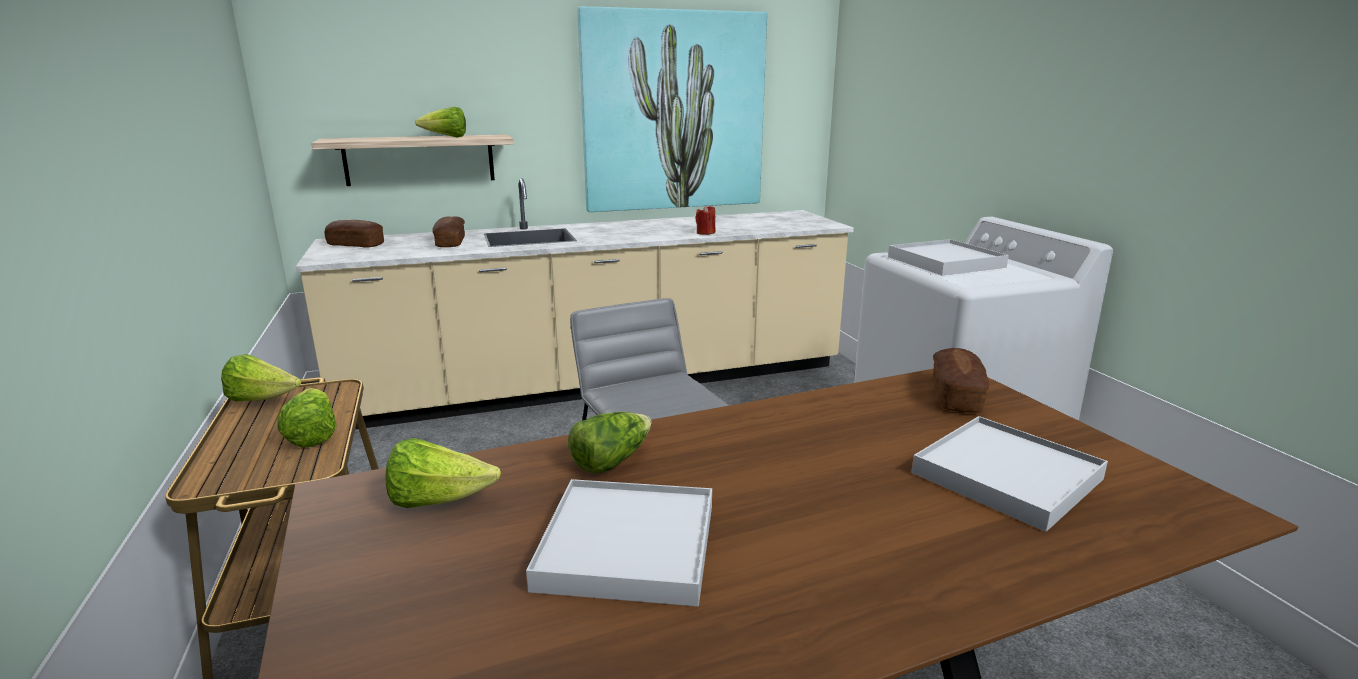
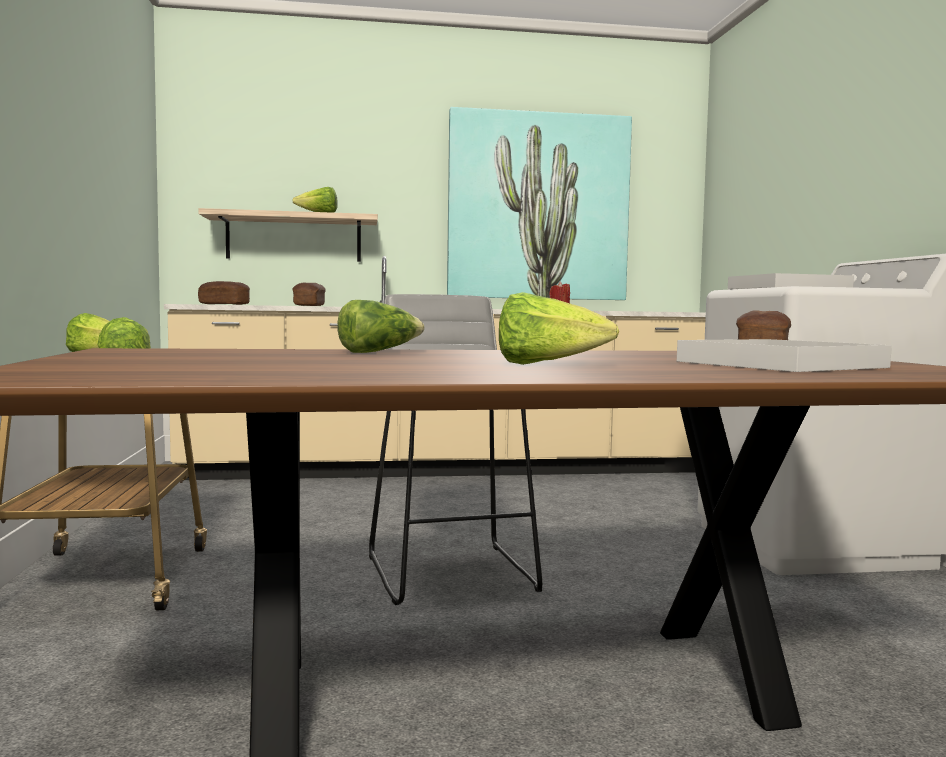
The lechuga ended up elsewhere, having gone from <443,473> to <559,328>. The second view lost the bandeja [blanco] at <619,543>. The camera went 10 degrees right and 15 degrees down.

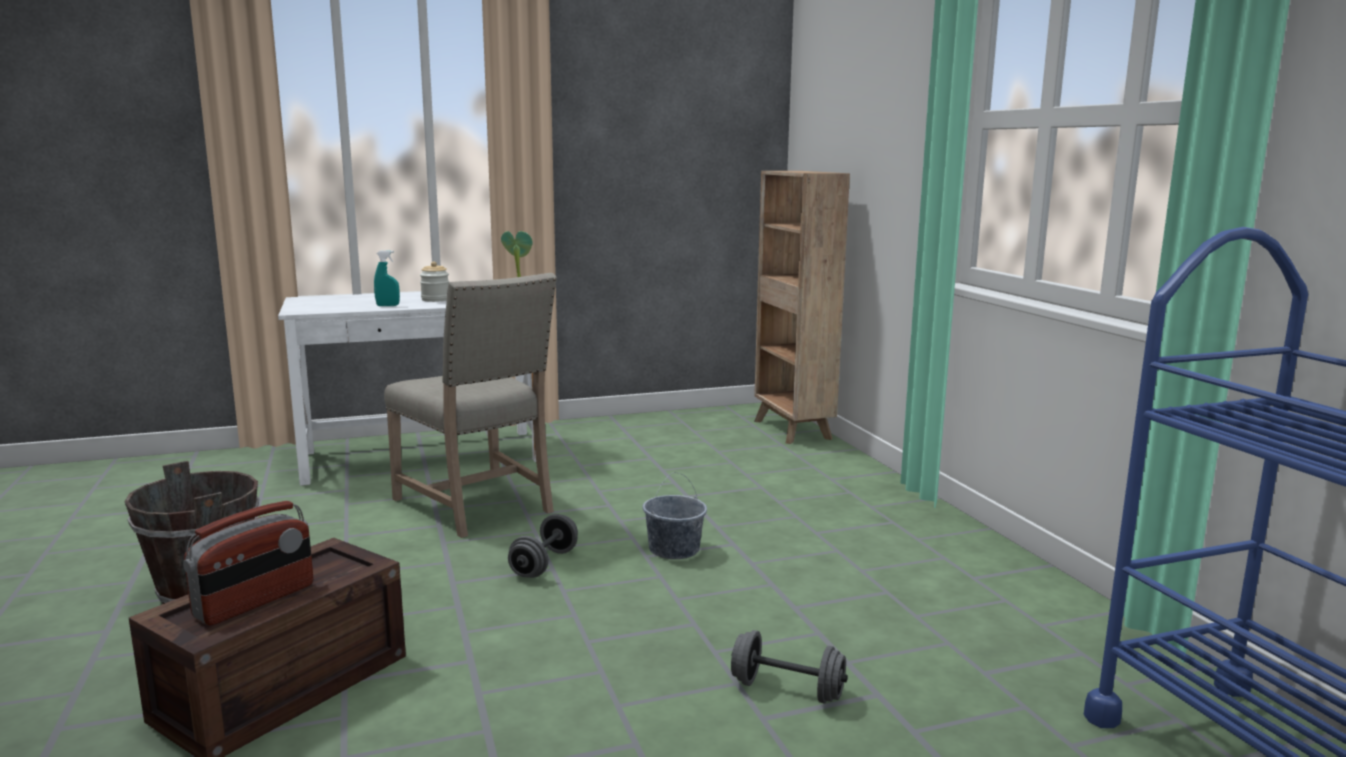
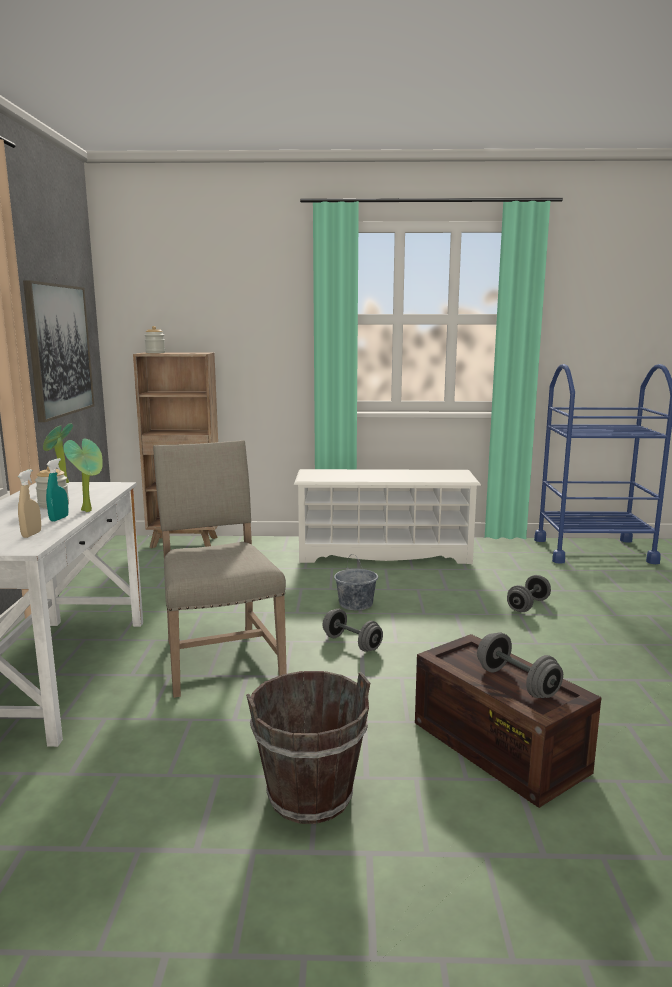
The silla [beis] at <470,405> ended up facing another way, 90 degrees counterclockwise from before. Where the radio stood at <248,563>, the mancuerna [gris] came to stand at <520,665>. The second view gained the cuadro at <59,351>. The second view gained the tarro at <155,339>. The second view gained the planta en maceta at <83,475>. The second view gained the pulverizador [beis] at <29,503>. The second view gained the zapatero [blanco] at <387,516>. The camera went 70 degrees left and 0 degrees up.

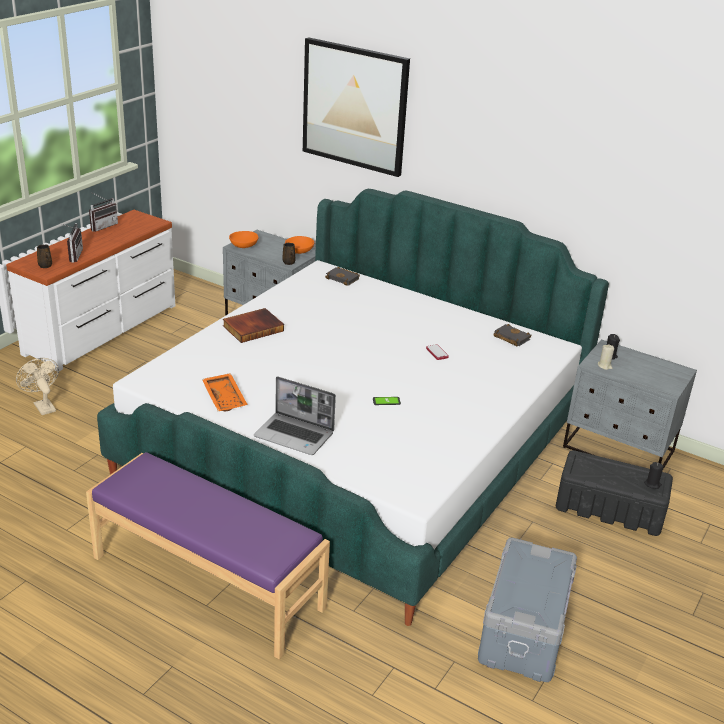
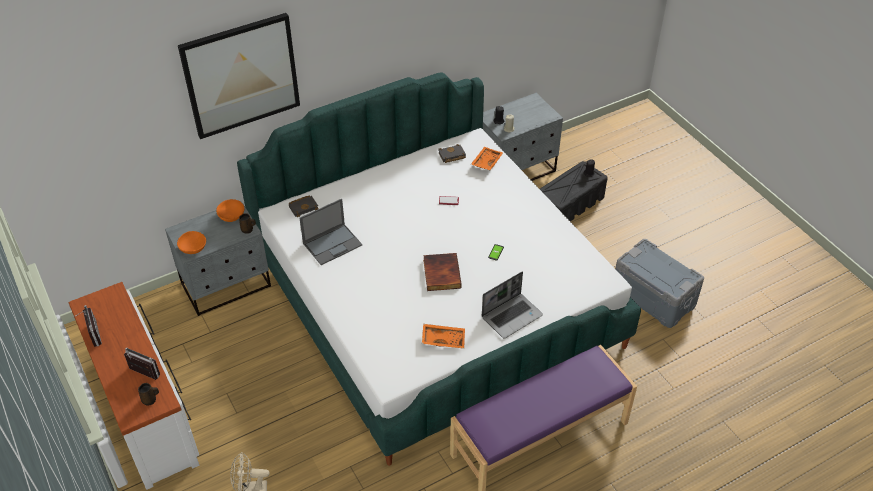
The libro ended up elsewhere, having gone from <253,325> to <442,272>. The second view gained the bandeja [naranja] at <487,158>. The second view gained the portátil at <331,231>. The camera went 60 degrees left and 15 degrees up.

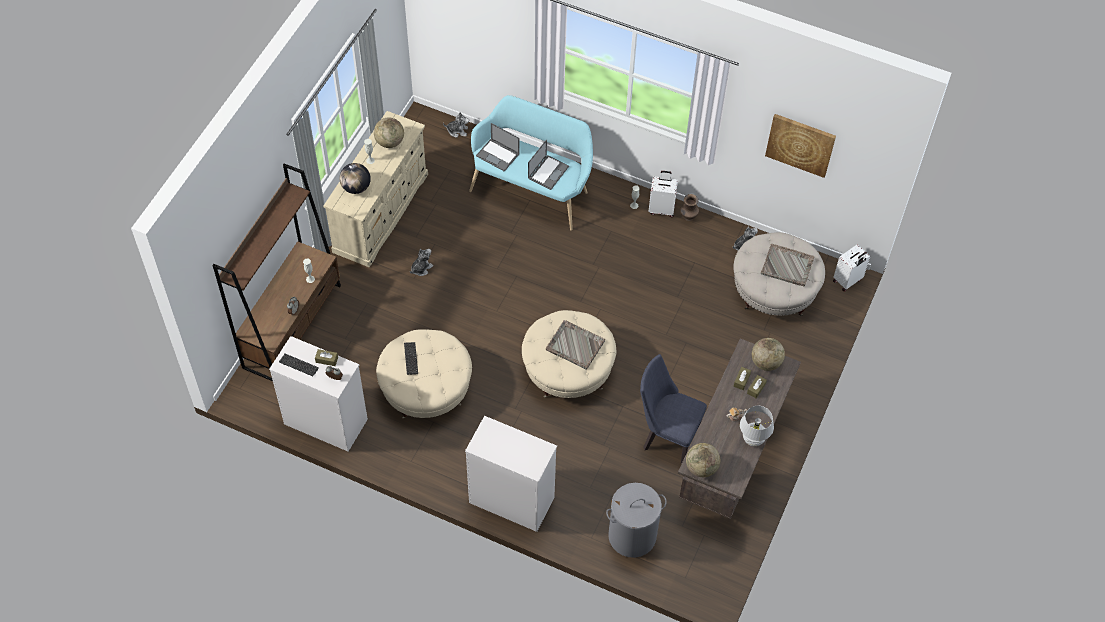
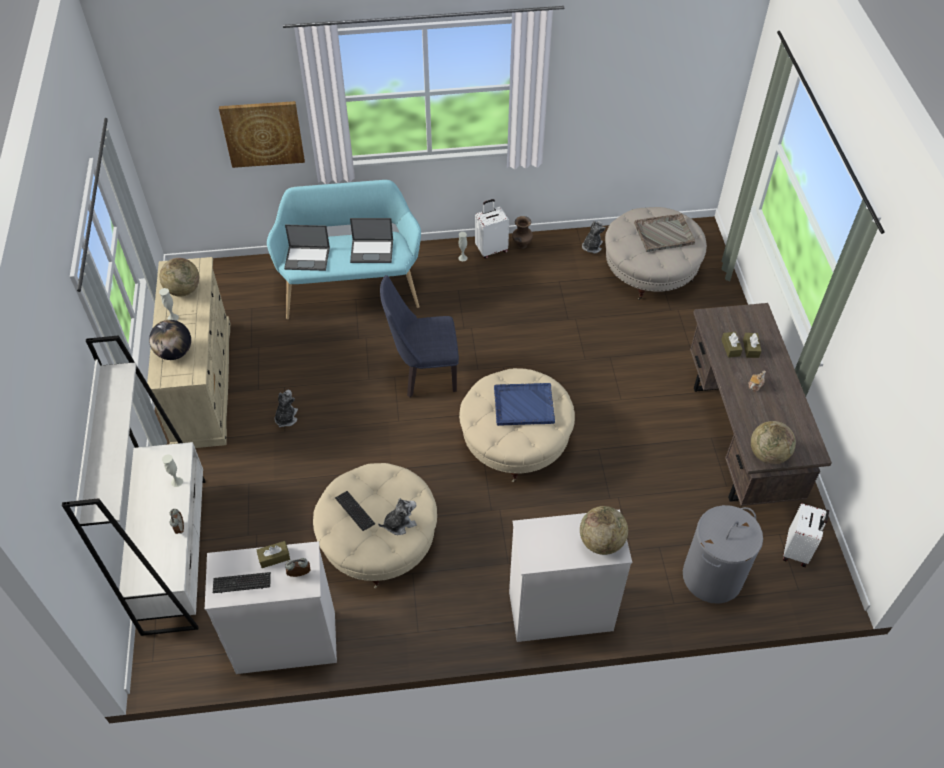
The peluche ended up elsewhere, having gone from <456,125> to <397,516>. The cuadro ended up elsewhere, having gone from <800,146> to <262,134>. The portátil at <548,164> ended up facing another way, 90 degrees clockwise from before. What was the estantería [marrón] at <277,272> turned into the estantería [blanco] at <134,485>. The maleta [blanco] ended up elsewhere, having gone from <852,268> to <806,535>. What was the bandeja [gris] at <575,345> turned into the bandeja [azul] at <524,404>. The globo terráqueo ended up elsewhere, having gone from <768,354> to <604,530>. The silla [azul] ended up elsewhere, having gone from <673,409> to <419,336>. The second view lost the lámpara de mesa [blanco] at <757,425>. The camera went 30 degrees left and 5 degrees down.

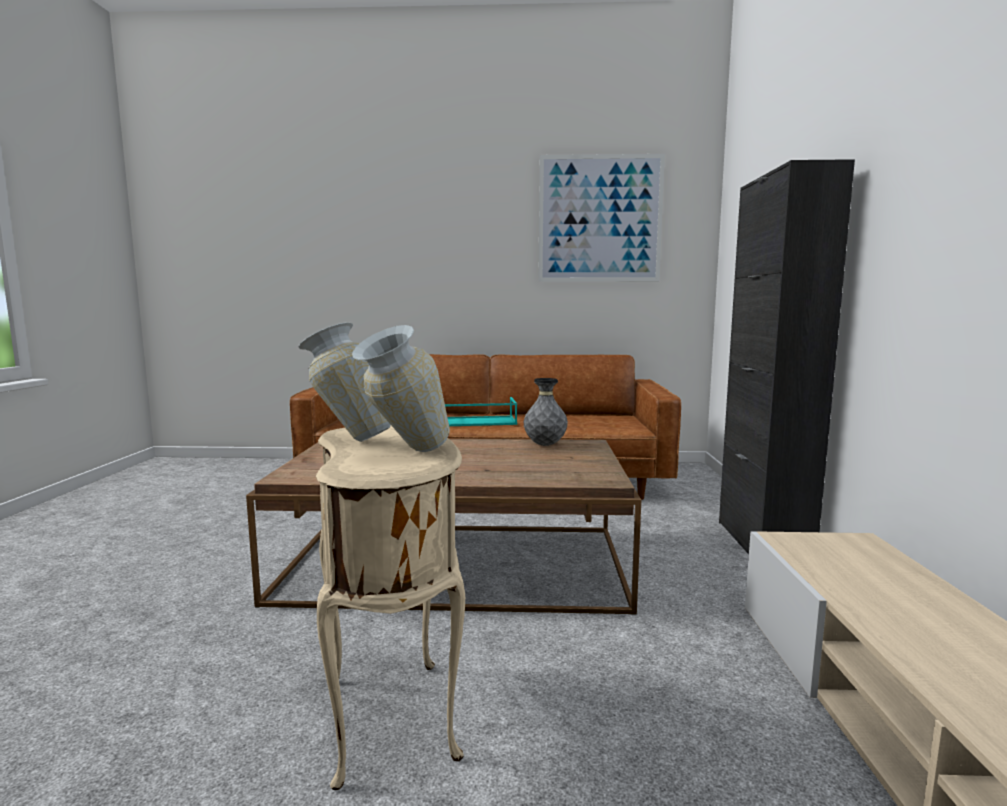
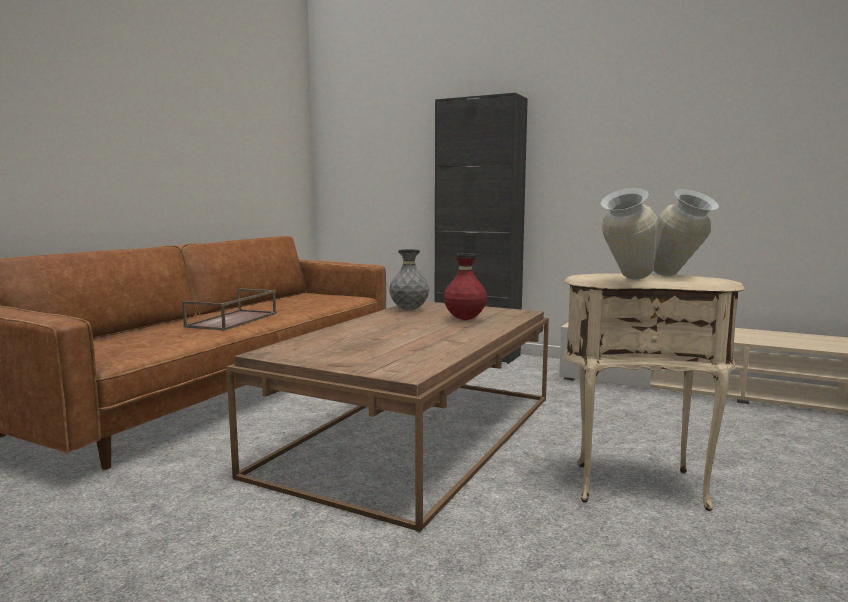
The second view lost the cuadro at <601,218>. What was the bandeja [turquesa] at <481,411> turned into the bandeja [marrón] at <229,309>. The second view gained the florero [rojo] at <465,287>. The camera went 65 degrees left and 0 degrees up.

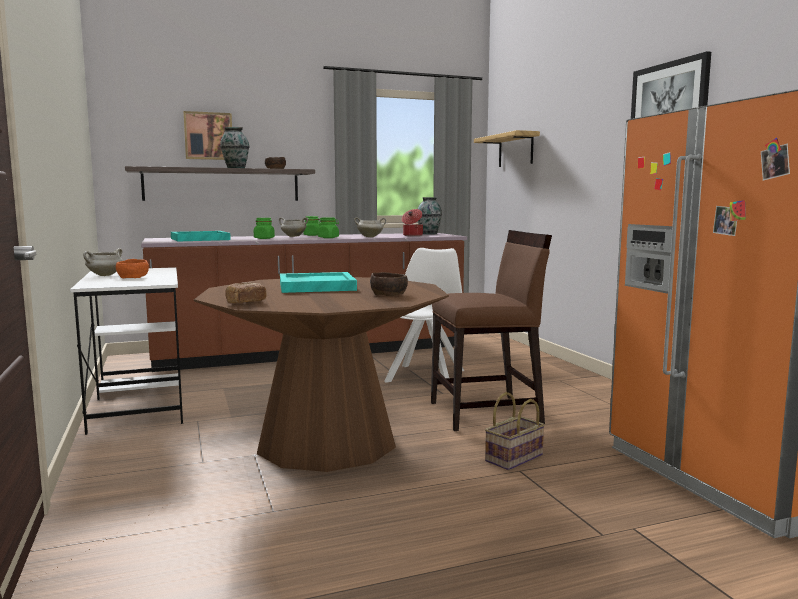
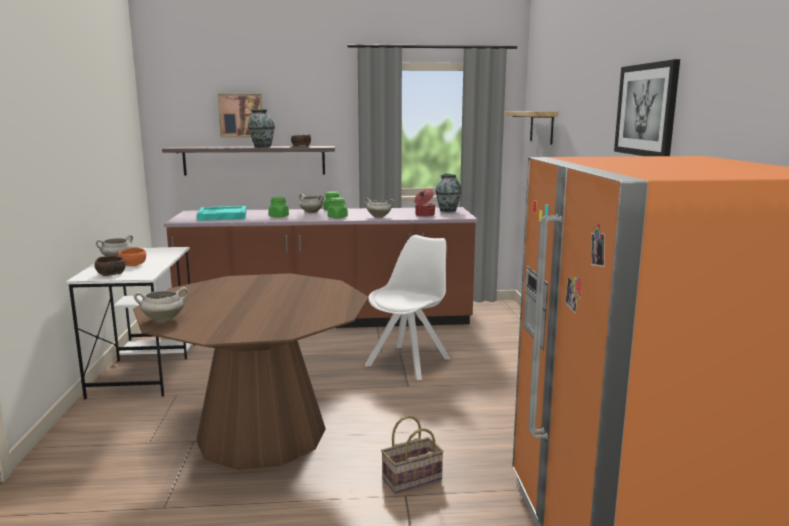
The second view lost the silla [marrón] at <491,330>. The second view lost the bandeja [turquesa] at <318,282>. The cuenco [marrón] ended up elsewhere, having gone from <389,284> to <110,266>. Where the pan stood at <246,292>, the olla [blanco] came to stand at <161,304>. The camera went 15 degrees right and 5 degrees up.

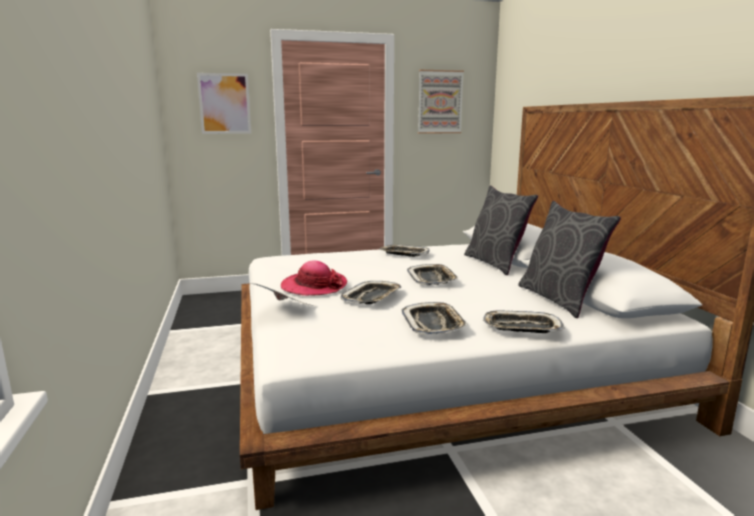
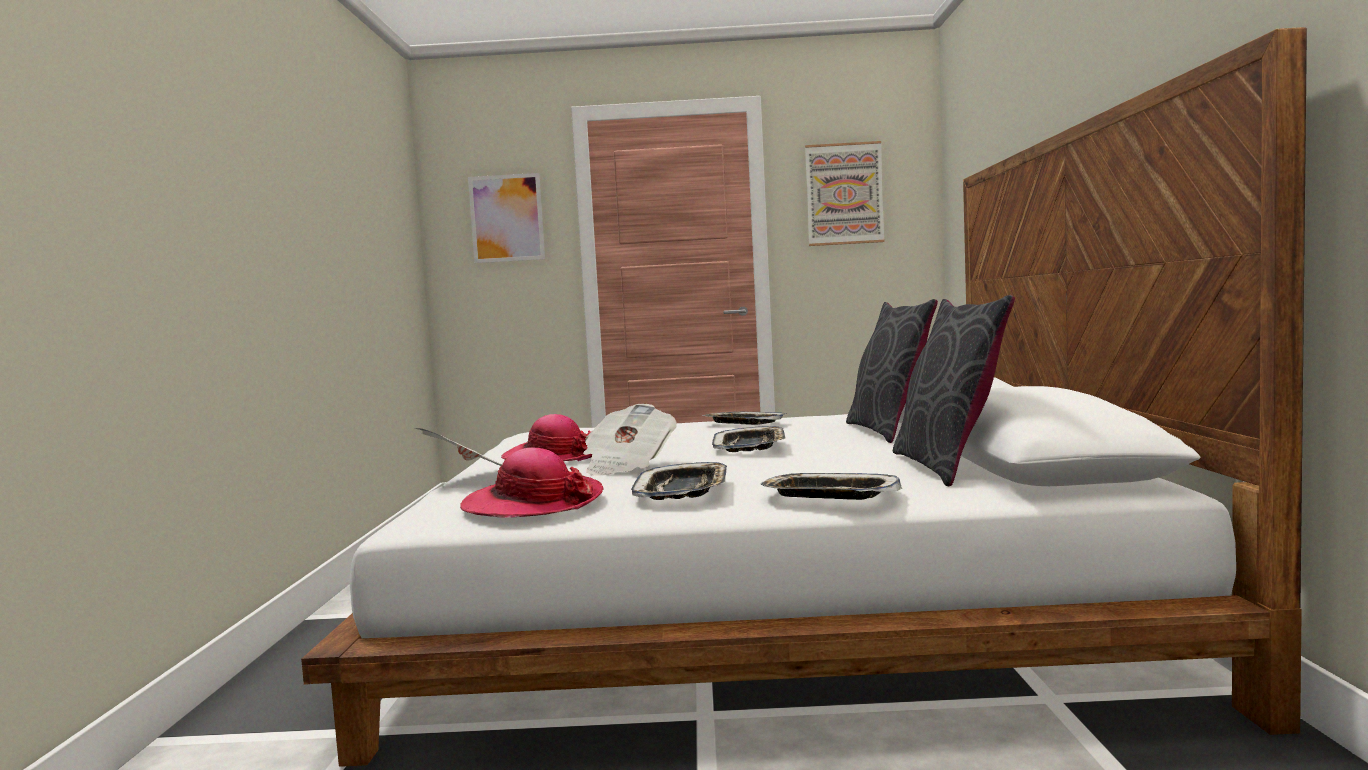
Where the bandeja stood at <371,292>, the periódico came to stand at <630,440>. The second view gained the sombrero at <532,482>. The camera went 15 degrees right and 10 degrees down.

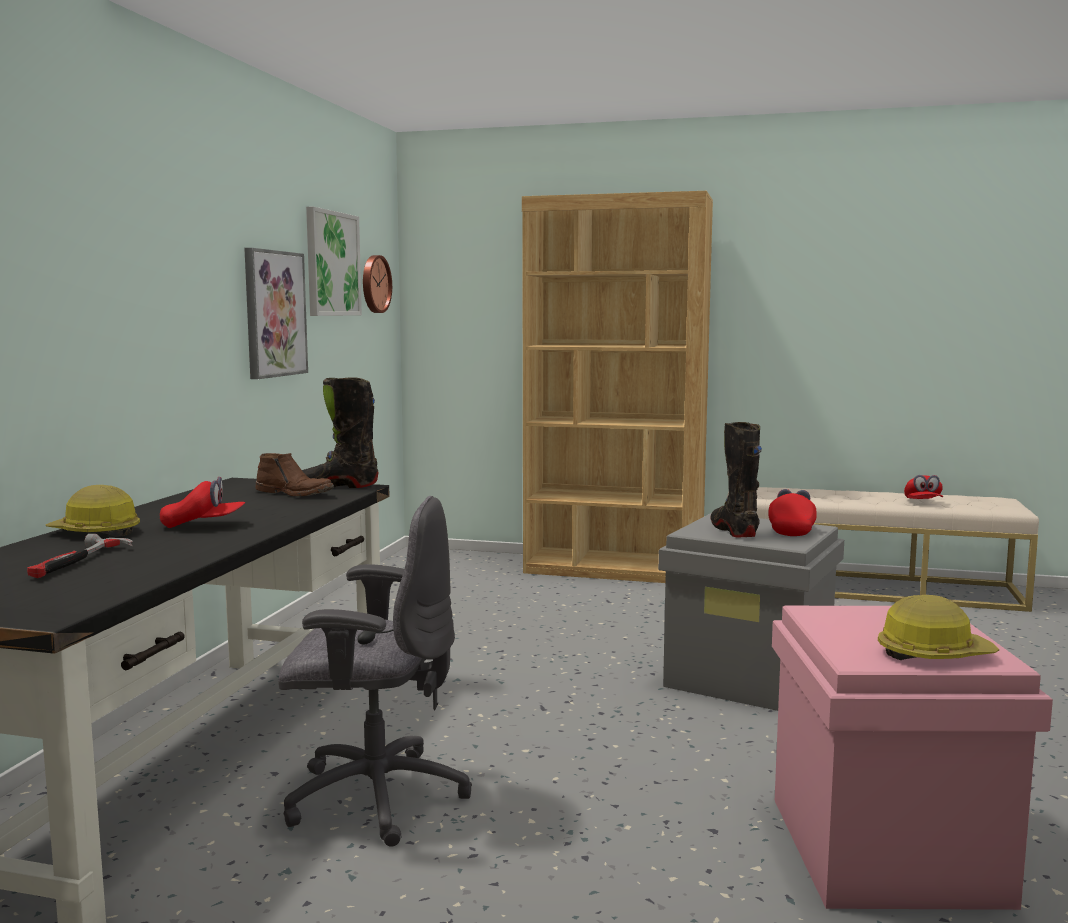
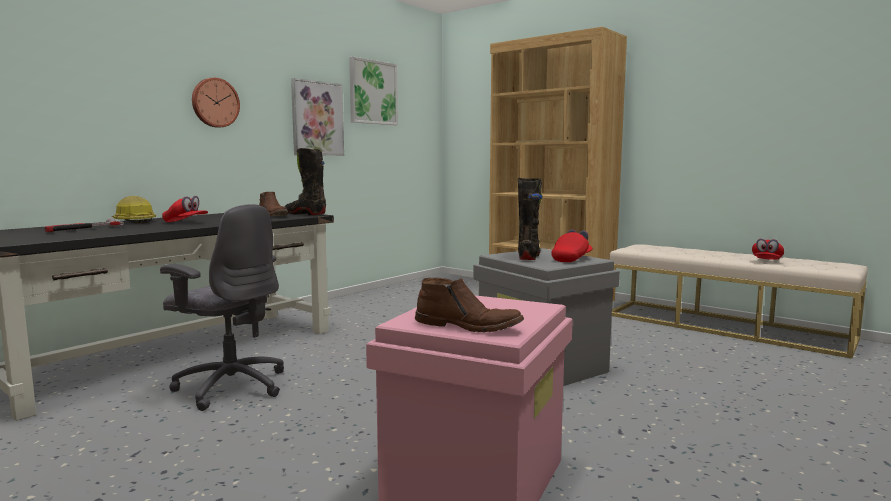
The reloj de pared ended up elsewhere, having gone from <377,284> to <216,103>. Where the casco stood at <938,627>, the bota [marrón] came to stand at <469,305>. The camera went 25 degrees right and 0 degrees up.

